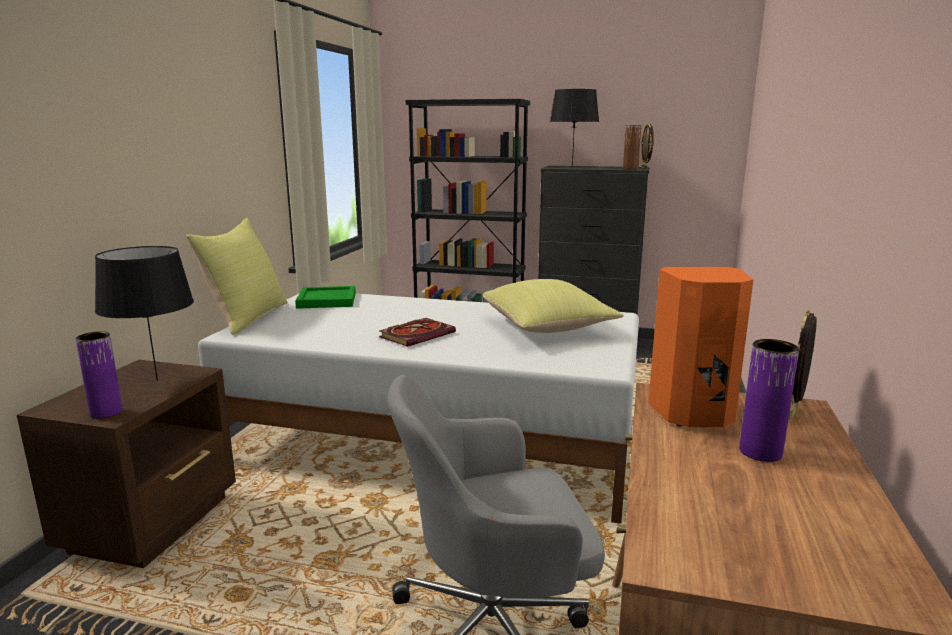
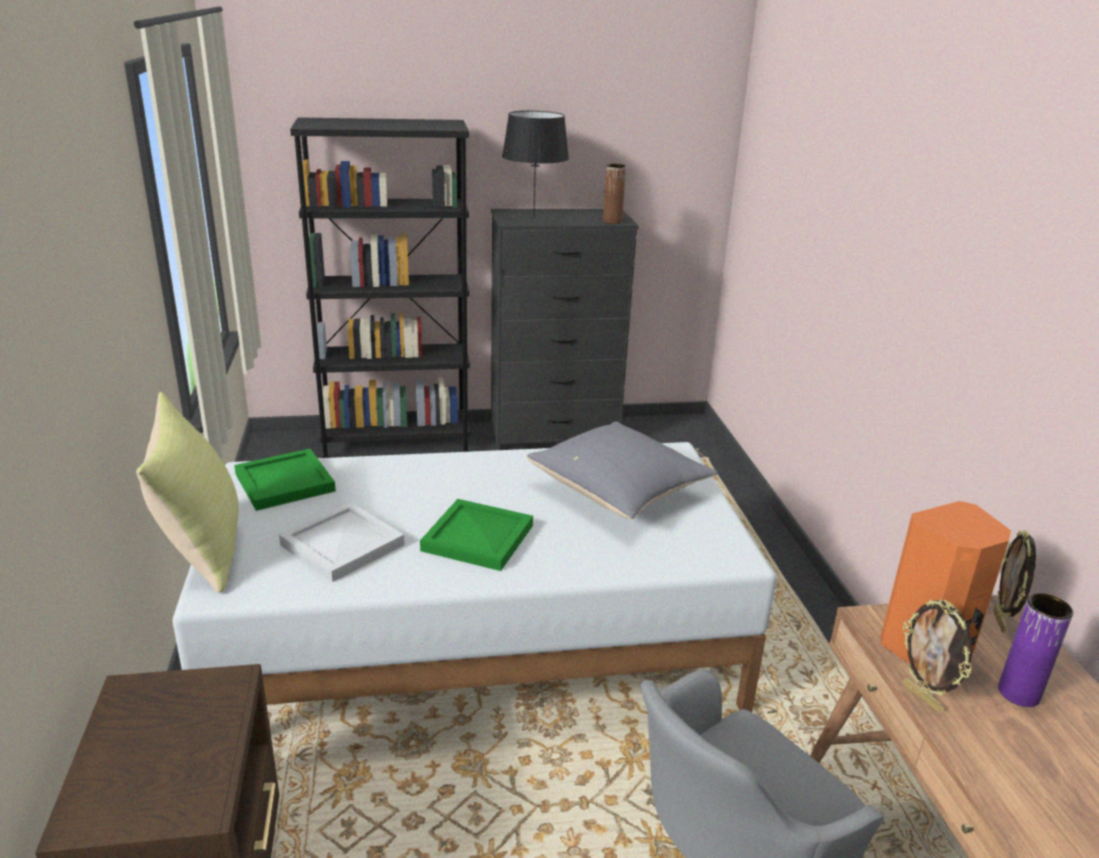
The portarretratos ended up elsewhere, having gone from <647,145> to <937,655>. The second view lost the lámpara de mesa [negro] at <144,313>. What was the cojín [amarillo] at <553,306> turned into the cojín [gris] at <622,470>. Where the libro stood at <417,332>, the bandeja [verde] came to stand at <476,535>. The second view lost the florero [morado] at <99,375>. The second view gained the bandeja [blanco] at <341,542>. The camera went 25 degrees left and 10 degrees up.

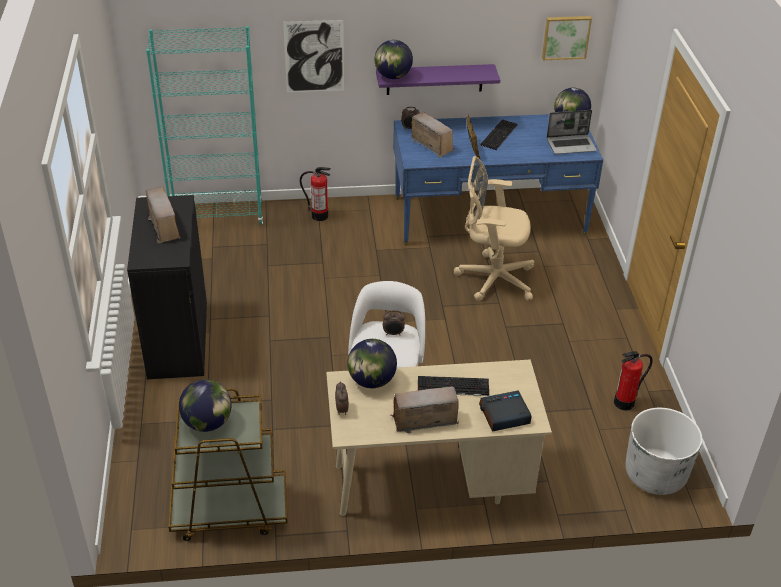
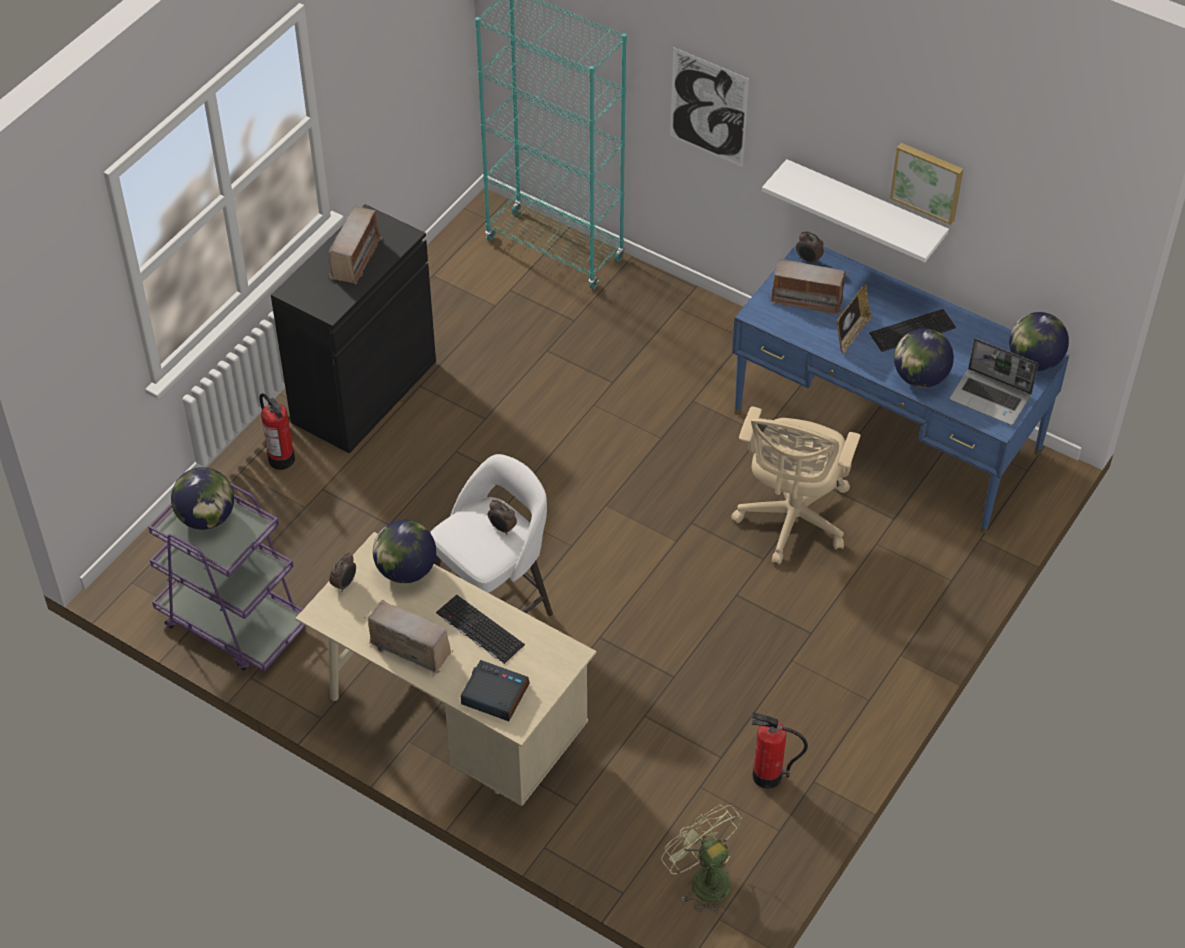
The cuadro ended up elsewhere, having gone from <567,38> to <926,184>. The globo terráqueo ended up elsewhere, having gone from <393,59> to <924,358>. What was the estante [morado] at <438,79> turned into the estante [blanco] at <855,210>. The radio at <432,135> ended up facing another way, 105 degrees clockwise from before. The silla de oficina [beis] at <494,228> ended up facing another way, 120 degrees counterclockwise from before. The extintor ended up elsewhere, having gone from <315,194> to <277,431>. What was the carrito [marrón] at <227,464> turned into the carrito [morado] at <226,577>. Where the maceta [blanco] stood at <663,451>, the ventilador [verde] came to stand at <701,859>. The camera went 40 degrees right and 10 degrees up.

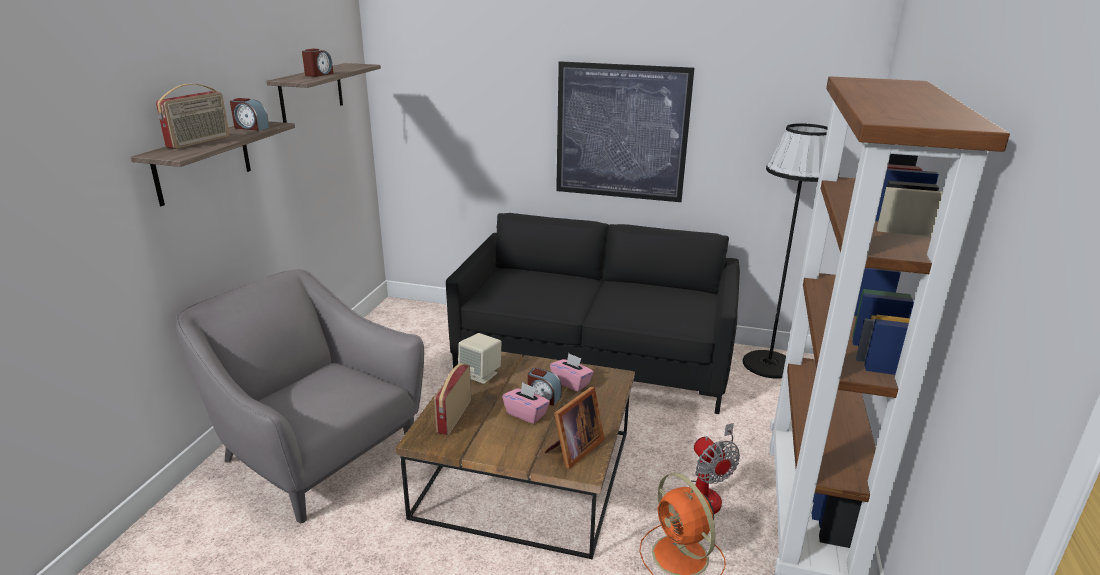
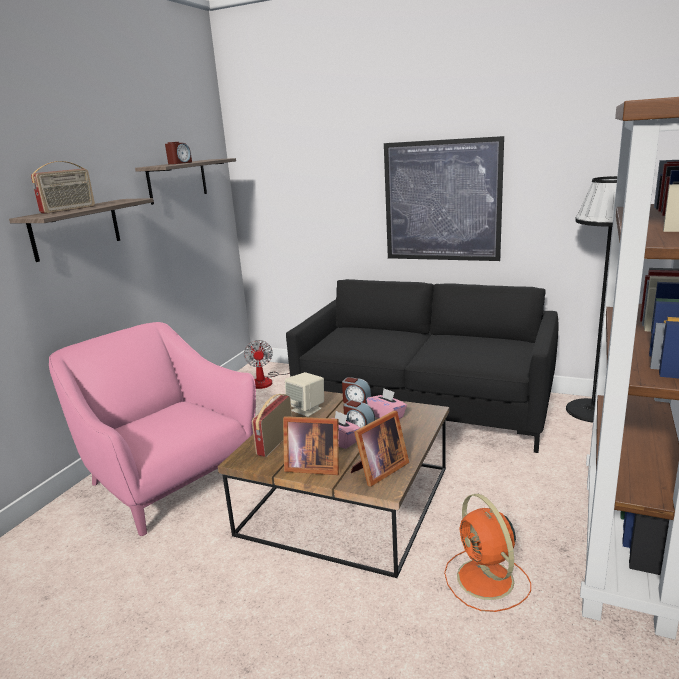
The despertador ended up elsewhere, having gone from <249,114> to <356,390>. What was the sillón [gris] at <300,396> turned into the sillón [rosa] at <152,429>. The ventilador ended up elsewhere, having gone from <714,468> to <267,364>. The second view gained the portarretratos at <311,445>. The camera went 10 degrees right and 5 degrees down.

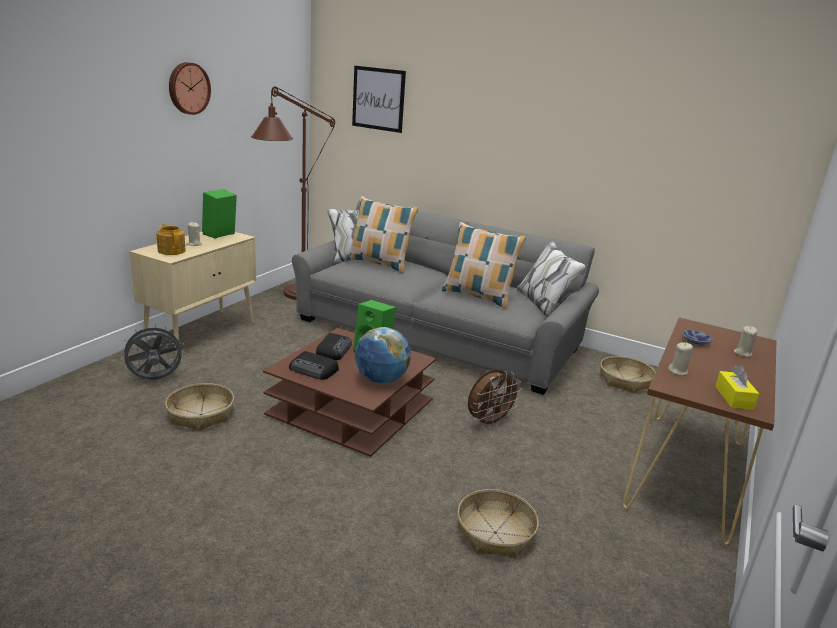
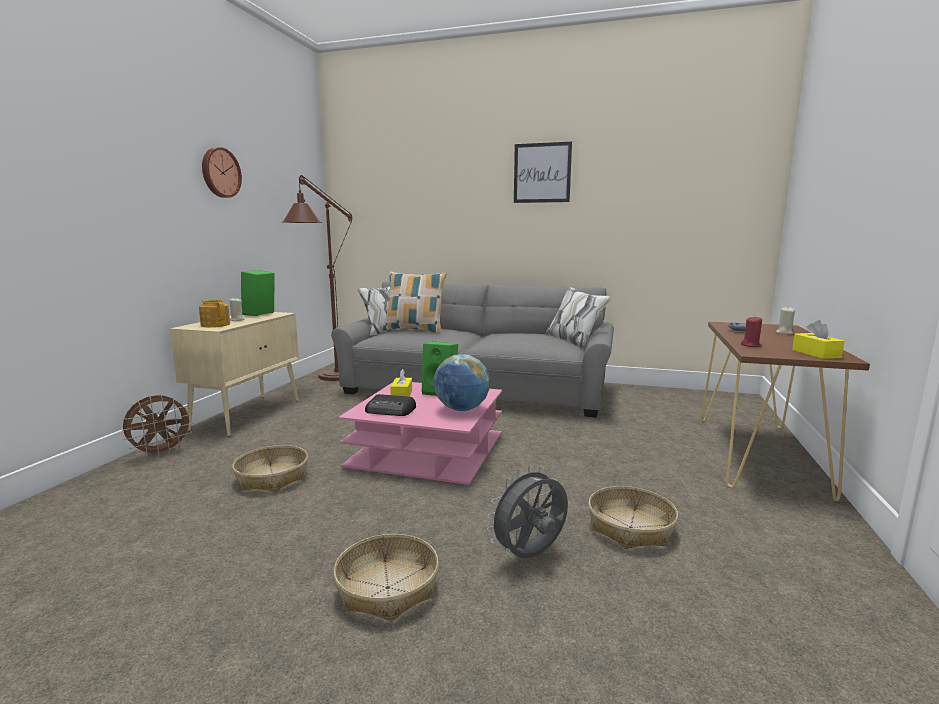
The cuadro ended up elsewhere, having gone from <379,99> to <543,172>. The second view lost the cojín at <484,265>. The ventilador [gris] ended up elsewhere, having gone from <152,351> to <527,512>. What was the mesa de centro [marrón] at <349,392> turned into the mesa de centro [rosa] at <420,433>. Where the radio stood at <334,346>, the caja de pañuelos [amarillo] came to stand at <401,383>. What was the vela [beis] at <680,358> turned into the vela [rojo] at <751,331>. The cesta ended up elsewhere, having gone from <627,374> to <386,577>. The ventilador [marrón] ended up elsewhere, having gone from <495,398> to <157,425>. The camera went 10 degrees left and 10 degrees down.

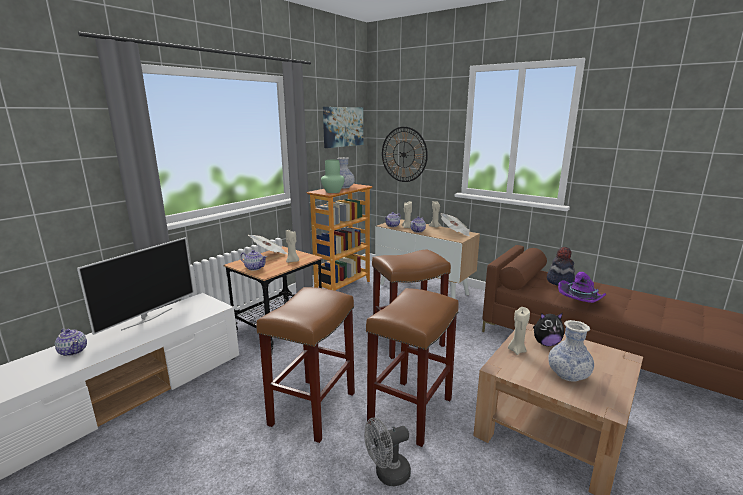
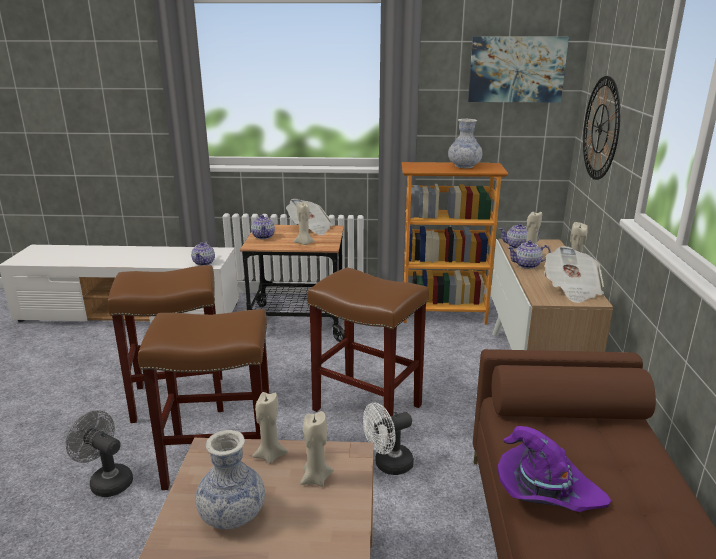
The second view lost the florero [verde] at <333,176>. The second view lost the televisor at <135,286>. The second view lost the sombrero at <561,266>. Where the peluche stood at <548,329>, the vela [beis] came to stand at <317,449>. The tetera ended up elsewhere, having gone from <71,342> to <203,253>. The second view gained the ventilador [blanco] at <388,439>. The camera went 55 degrees right and 5 degrees up.

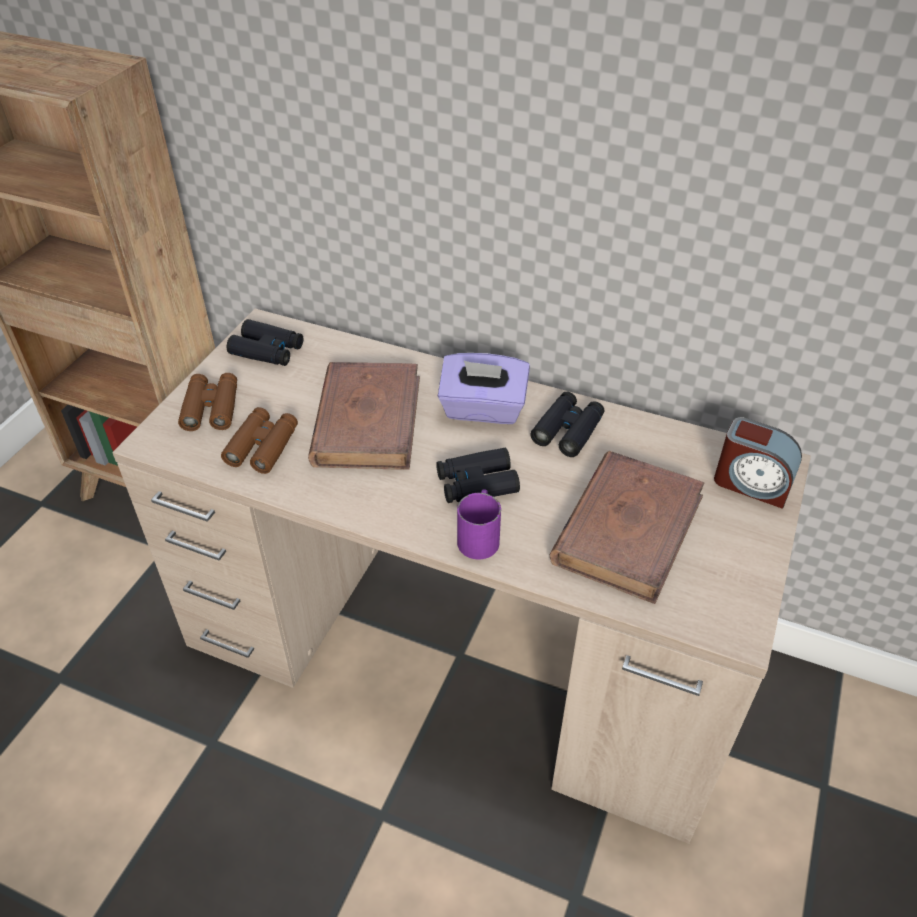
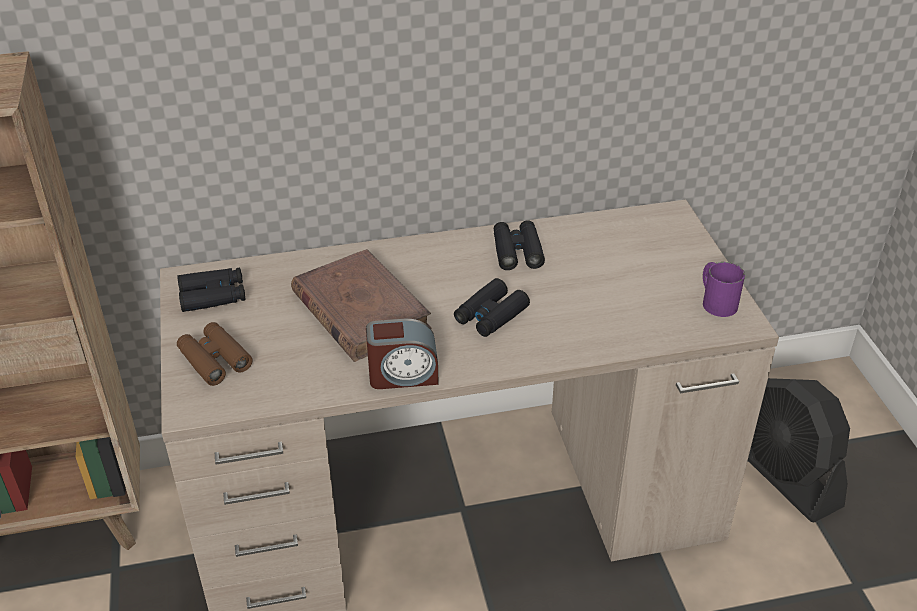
The second view lost the caja de pañuelos [morado] at <484,388>. The second view lost the prismáticos [marrón] at <259,440>. The despertador ended up elsewhere, having gone from <758,463> to <402,354>. The second view lost the libro [marrón] at <627,527>. The taza grande [morado] ended up elsewhere, having gone from <479,524> to <724,289>. The second view gained the ventilador [negro] at <799,450>. The camera went 35 degrees left and 5 degrees down.

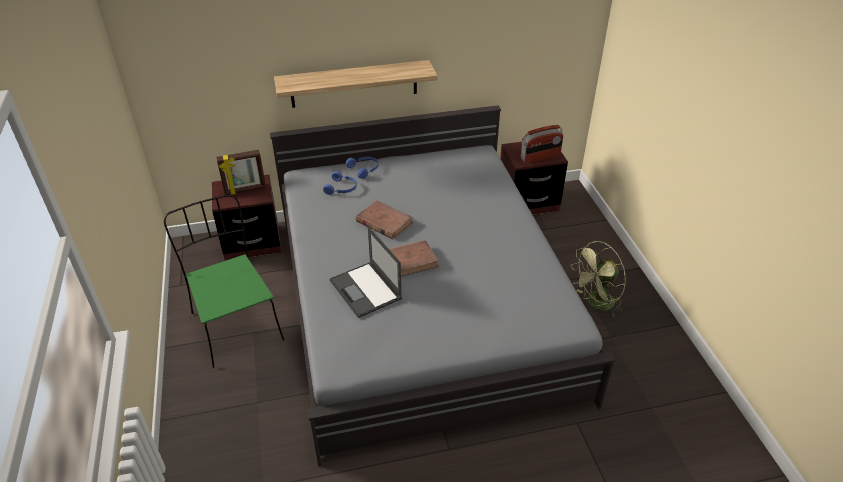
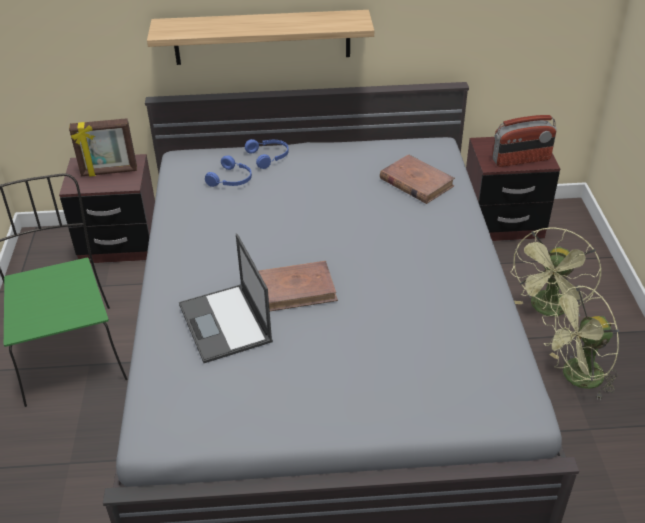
The libro [marrón] ended up elsewhere, having gone from <384,219> to <417,179>. The second view gained the ventilador [verde] at <556,272>. The camera went 10 degrees right and 0 degrees up.

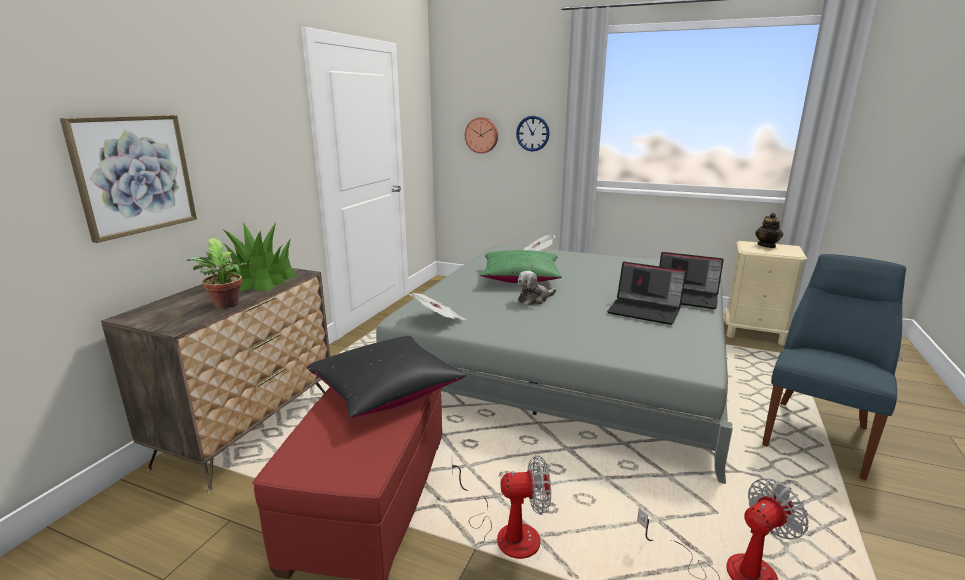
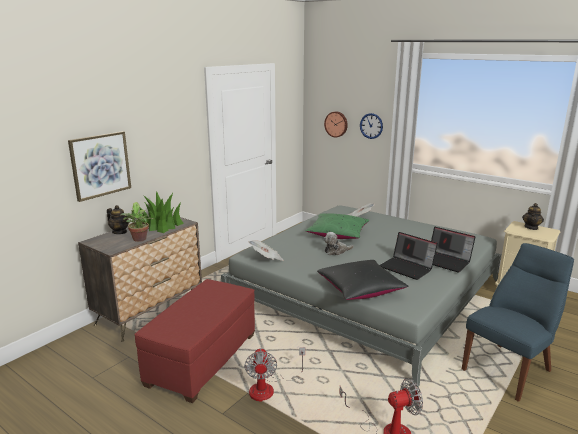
The cojín [negro] ended up elsewhere, having gone from <387,377> to <362,280>. The ventilador at <501,507> ended up facing another way, 75 degrees clockwise from before. The second view gained the tetera at <118,219>. The camera went 15 degrees right and 0 degrees up.

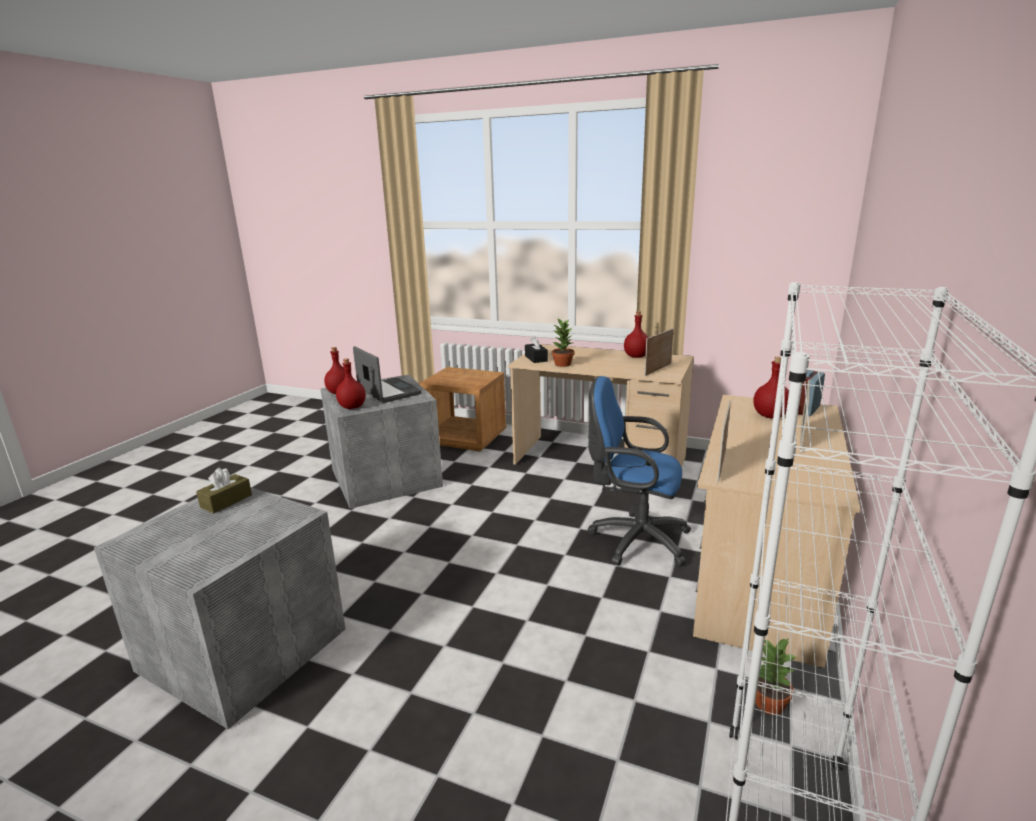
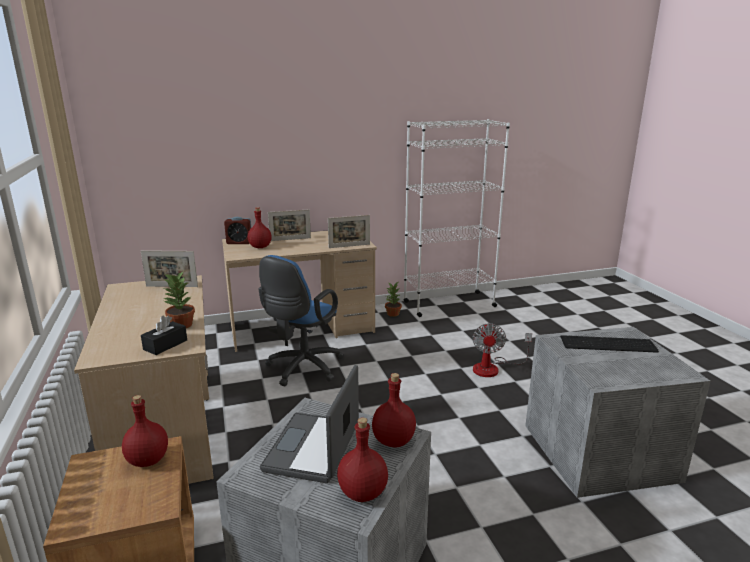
The botella [rojo] ended up elsewhere, having gone from <636,334> to <145,431>. The silla de oficina [azul] at <639,471> ended up facing another way, 45 degrees clockwise from before. The second view lost the caja de pañuelos [marrón] at <224,490>. The second view gained the ventilador at <502,350>. The second view gained the teclado at <609,344>. The camera went 130 degrees left and 0 degrees up.

